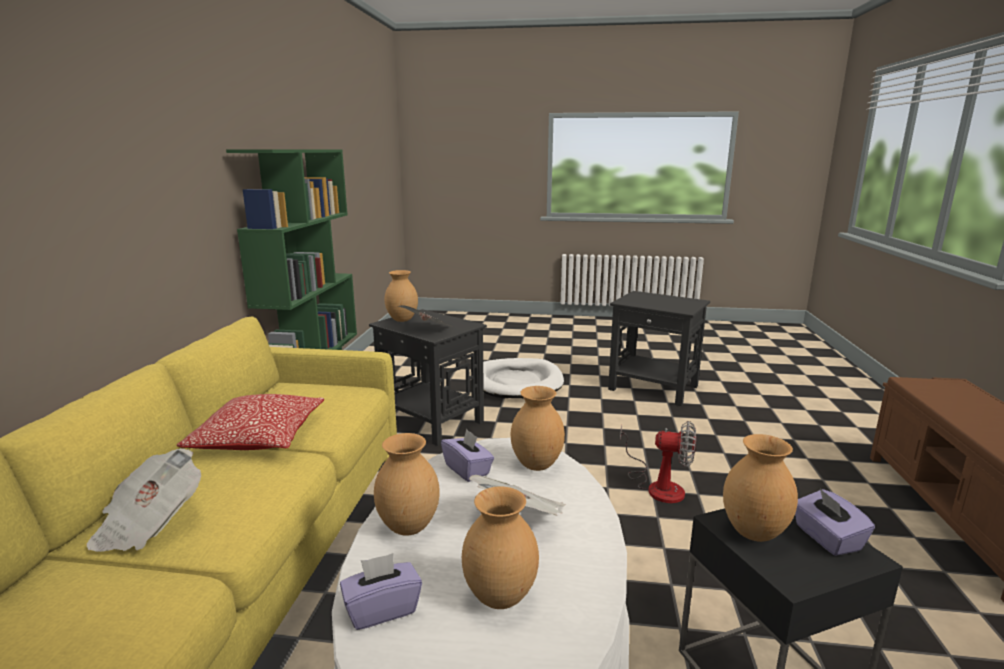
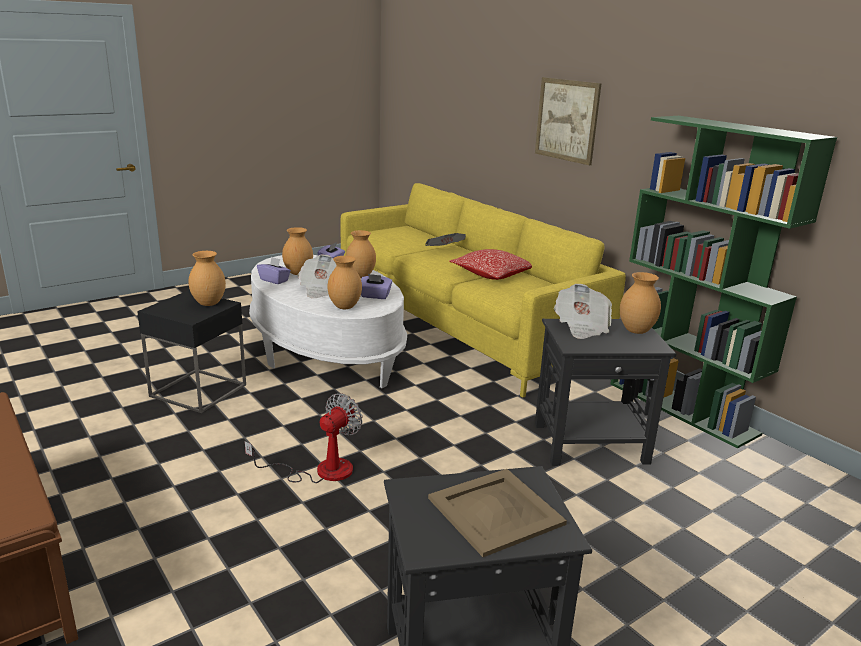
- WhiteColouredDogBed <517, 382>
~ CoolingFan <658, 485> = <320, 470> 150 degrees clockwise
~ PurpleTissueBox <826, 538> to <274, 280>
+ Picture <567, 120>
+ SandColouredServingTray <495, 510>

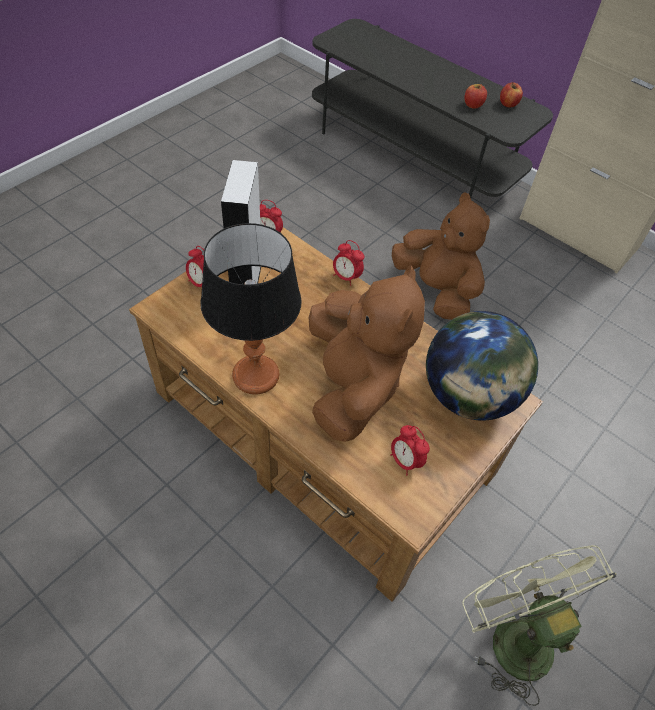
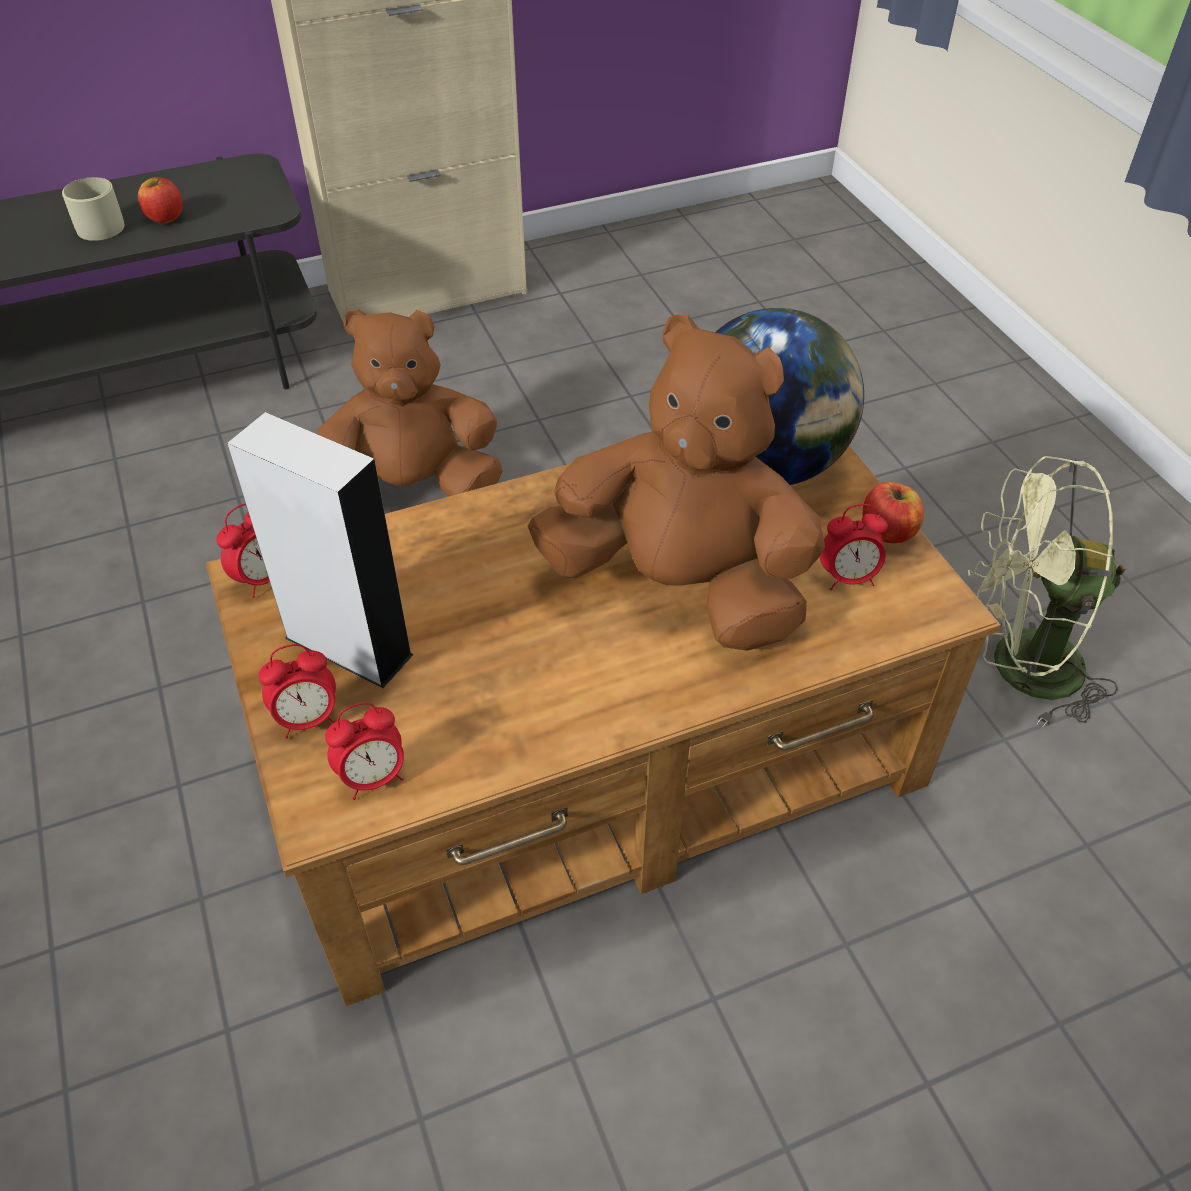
~ WholeApple <508, 104> to <888, 531>
- TableLamp <256, 375>
~ BedsideClock <346, 277> to <373, 778>
+ SandColouredMug <102, 224>

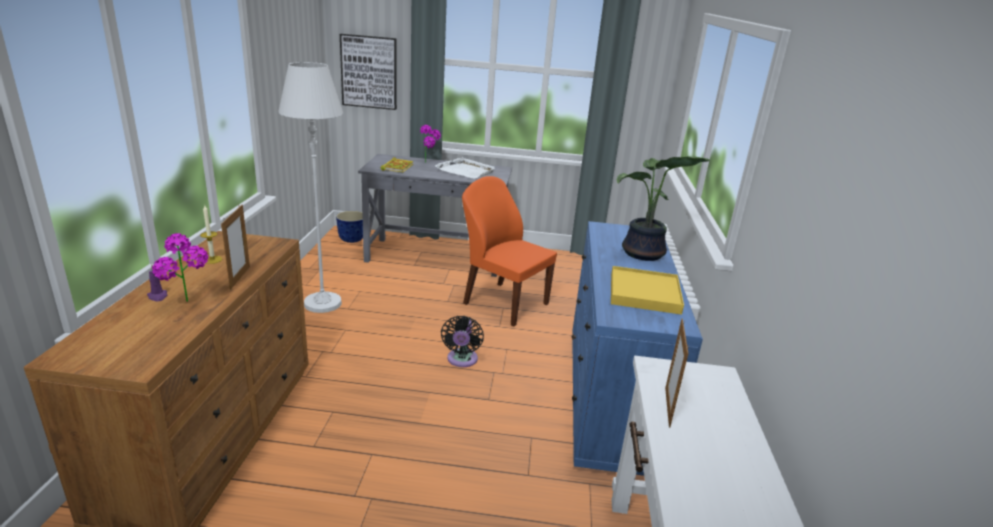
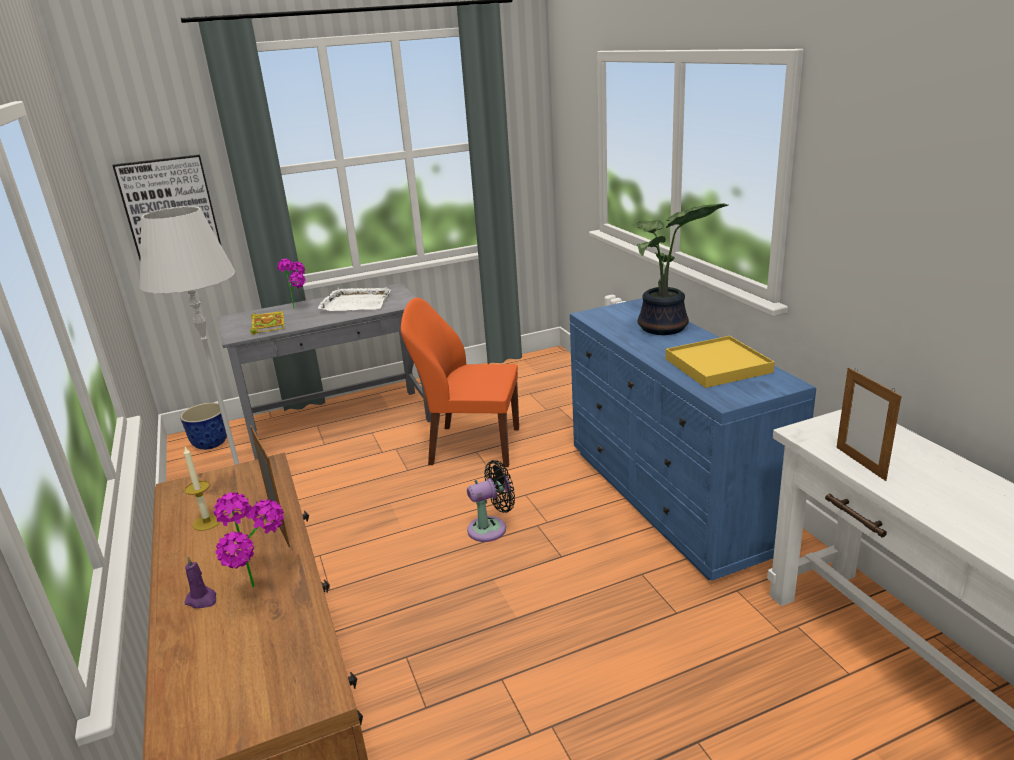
~ BlackColouredCoolingFan <461, 360> = <491, 528> 90 degrees counterclockwise

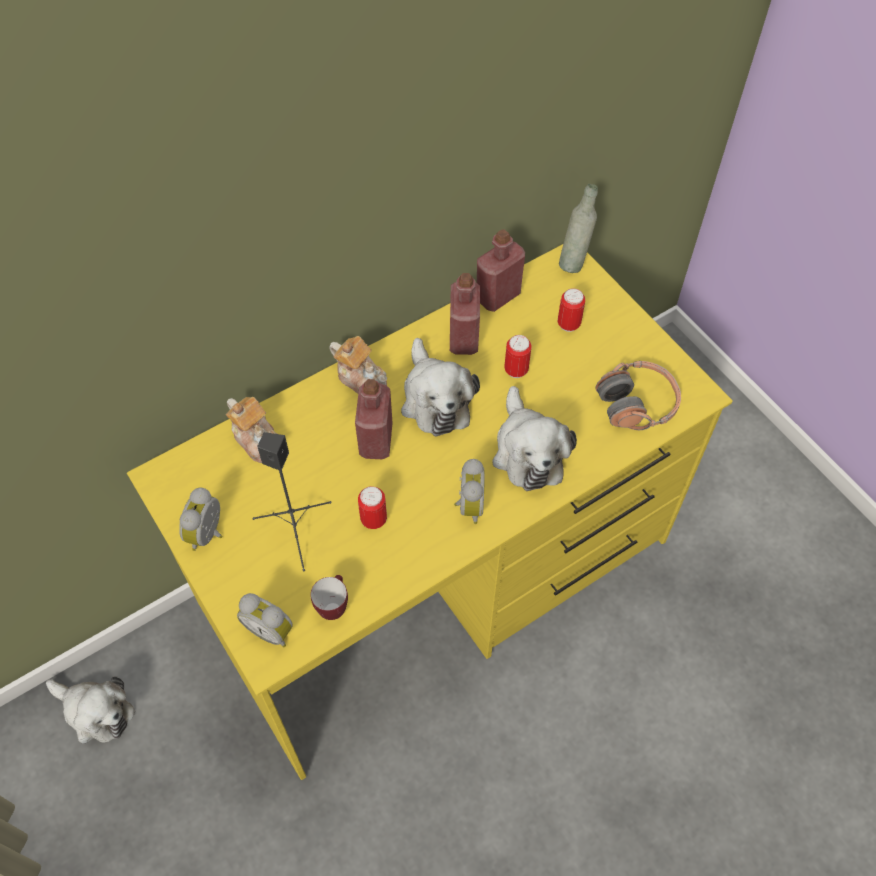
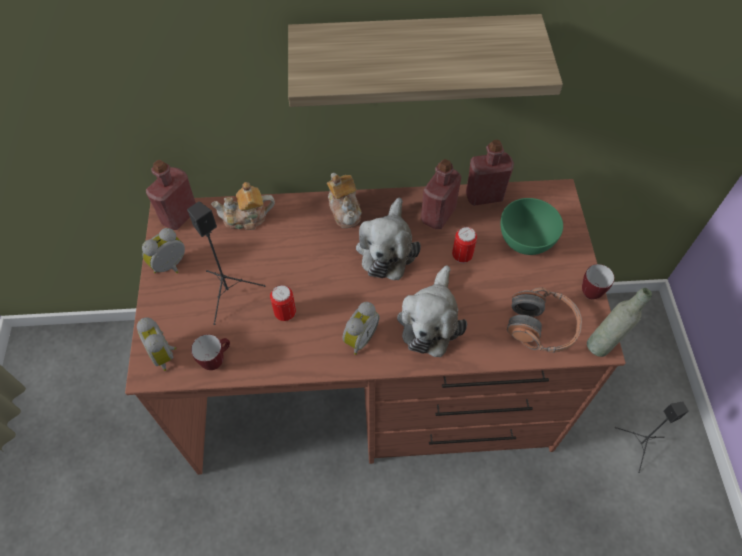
~ GreyishBeverageBottle <574, 261> to <604, 343>
~ YellowishDeskTable <438, 574> to BrownDeskTable <372, 385>
~ MetalCan <568, 324> to GreenDeepDish <526, 241>
~ ReddishBeverageBottle <376, 440> to <179, 215>
~ PotForTea <257, 439> = <246, 218> 90 degrees clockwise
- PlushToy <96, 712>
+ Shelf <413, 56>
+ Mug <593, 291>
+ BlackColouredAudioSpeaker <639, 446>

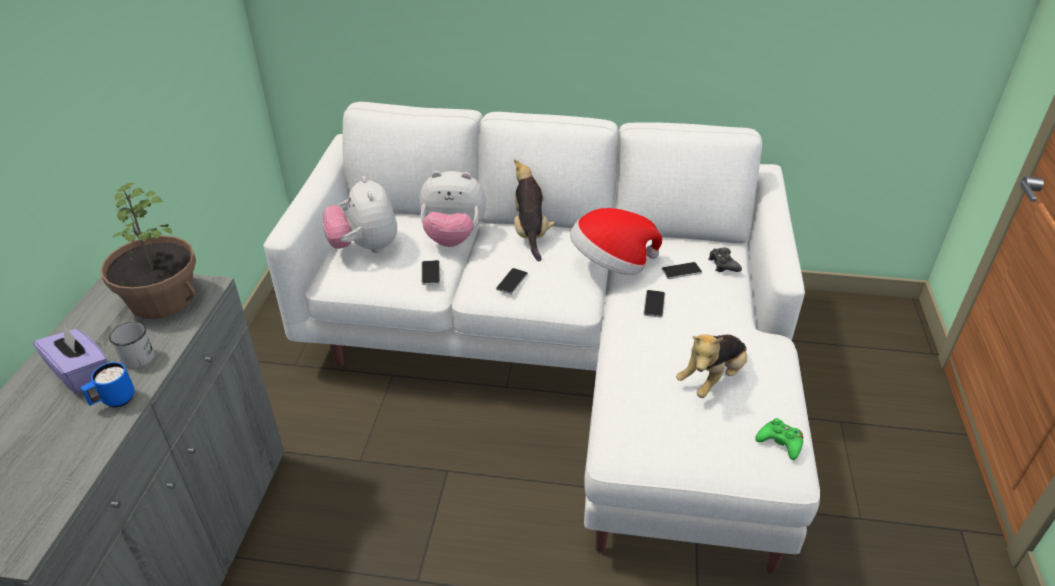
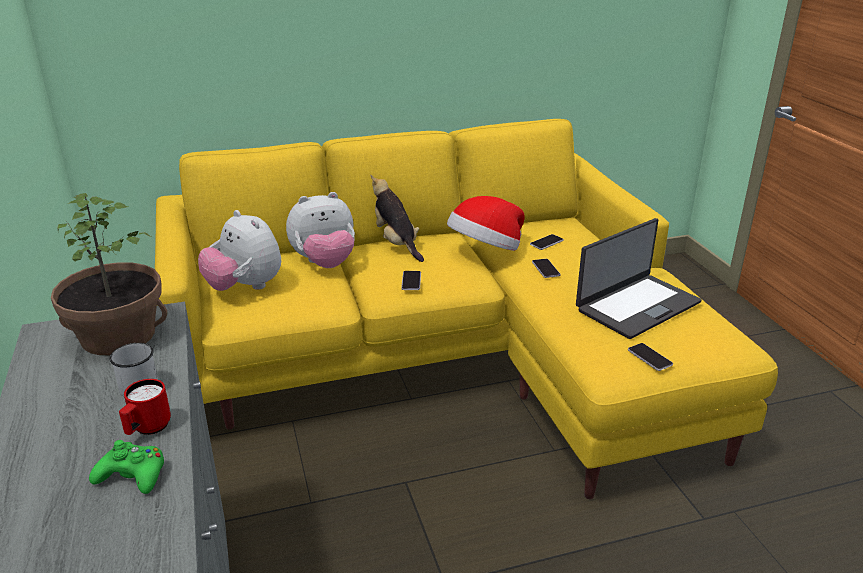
~ WhiteColouredCouch <565, 361> to YellowishCouch <449, 364>
- BlackColouredGamepad <723, 264>
~ Telephone <431, 273> to <649, 357>
- PurpleTissueBox <81, 373>
~ PlushToy <712, 378> to NotebookComputer <636, 305>
~ BlueColouredMug <114, 401> to ReddishMug <147, 429>
~ GreenGamepad <780, 442> to <132, 475>

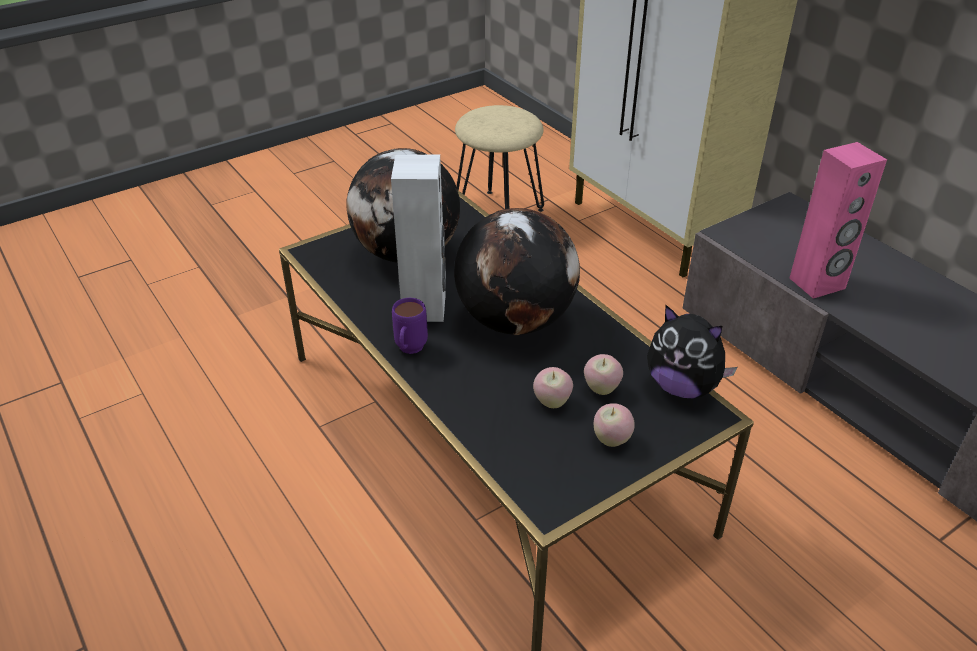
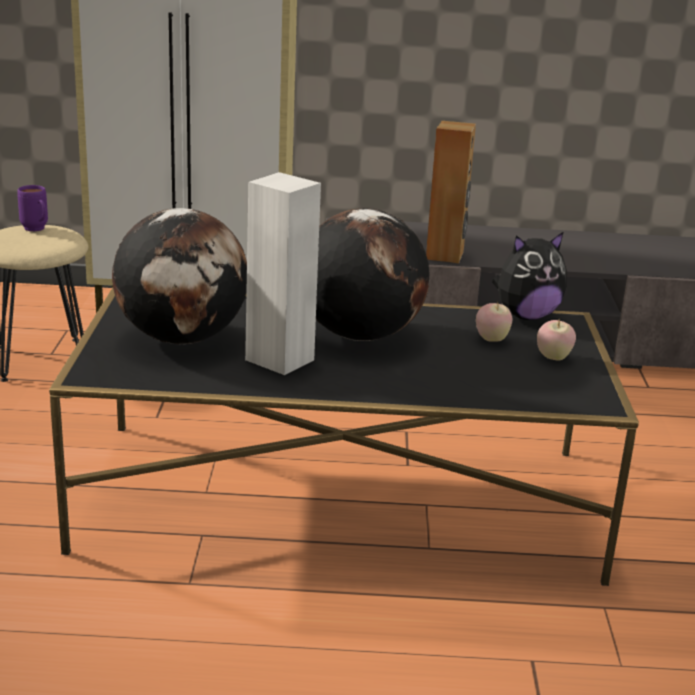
~ PinkColouredAudioSpeaker <817, 284> to BrownAudioSpeaker <445, 255>
~ PurpleMug <409, 351> to <37, 230>
- WholeApple <552, 402>

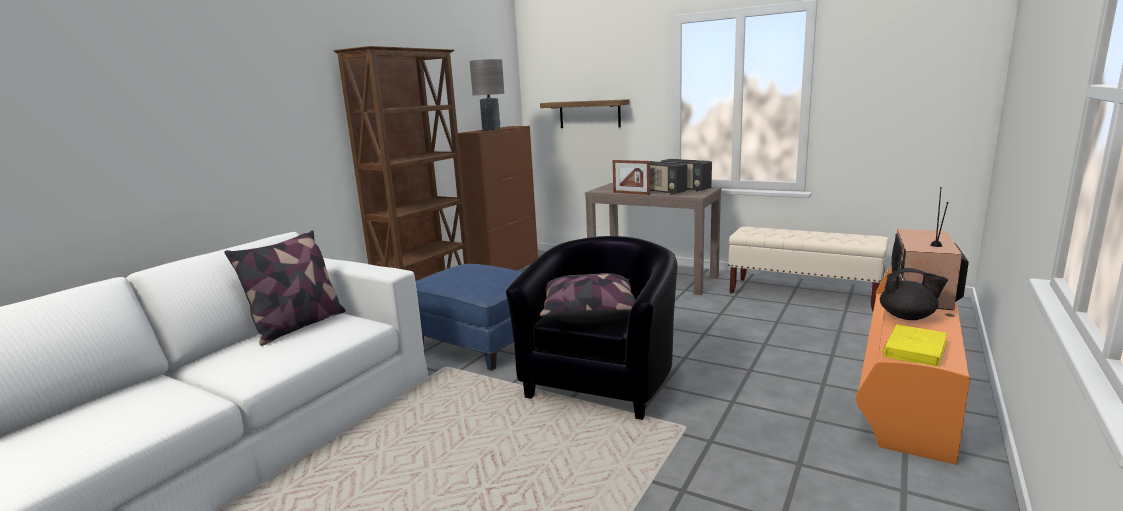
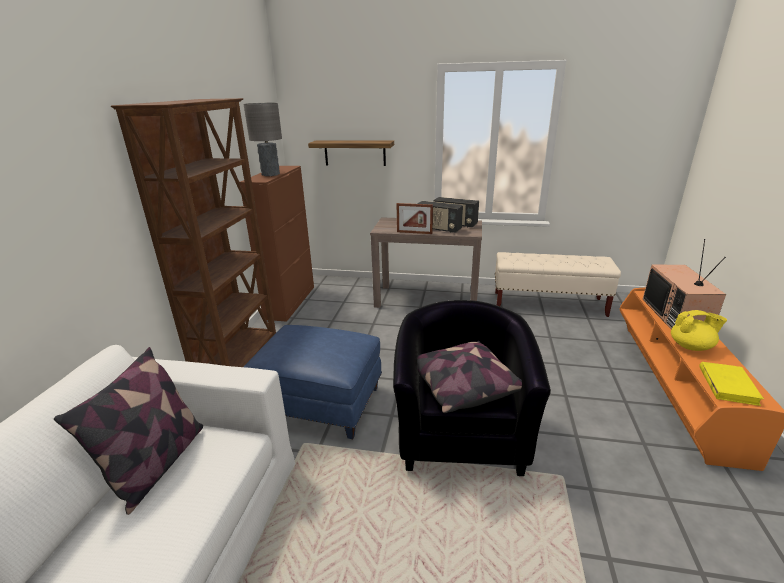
~ BlackColouredPotForTea <908, 317> to YellowishPotForTea <691, 346>

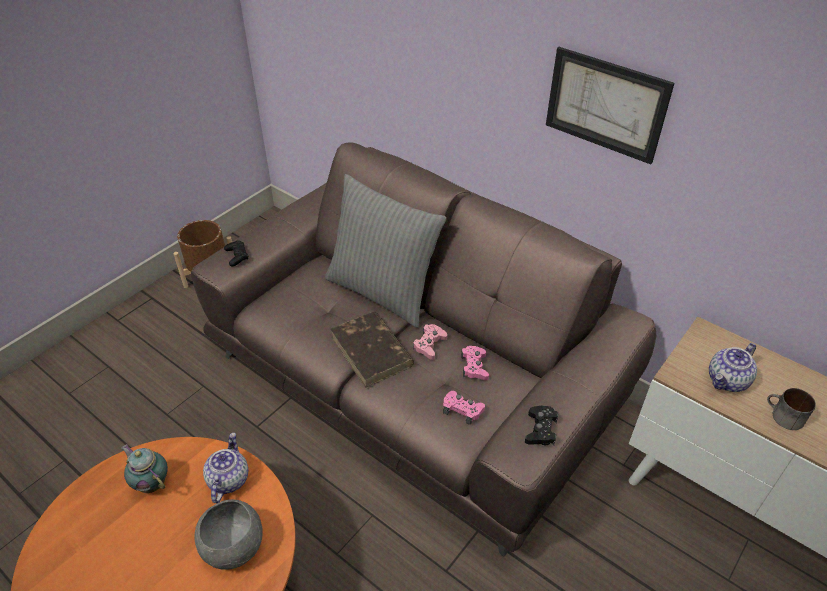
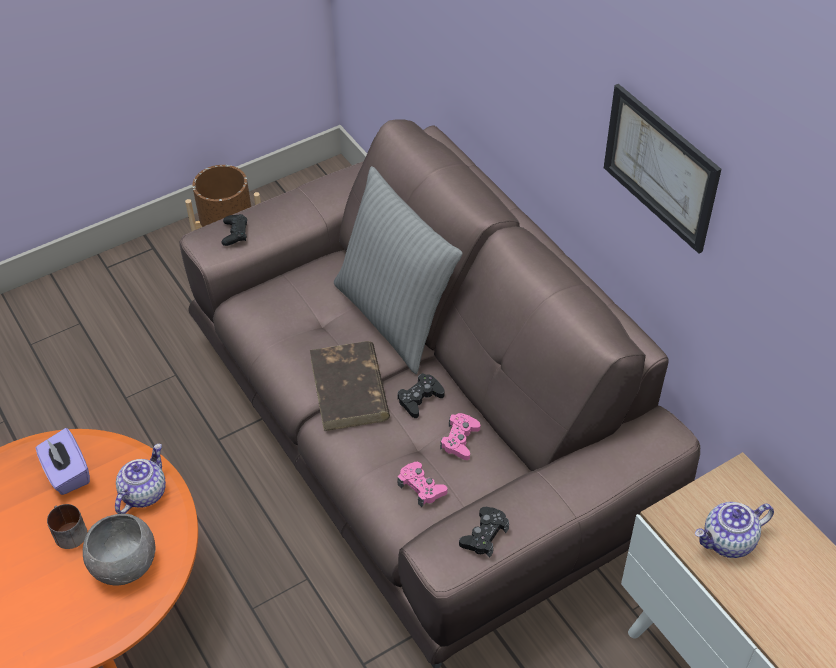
~ PinkColouredGamepad <429, 344> to BlackColouredGamepad <420, 399>
~ Mug <783, 417> to <67, 532>
~ PotForTea <151, 482> to PurpleTissueBox <67, 473>

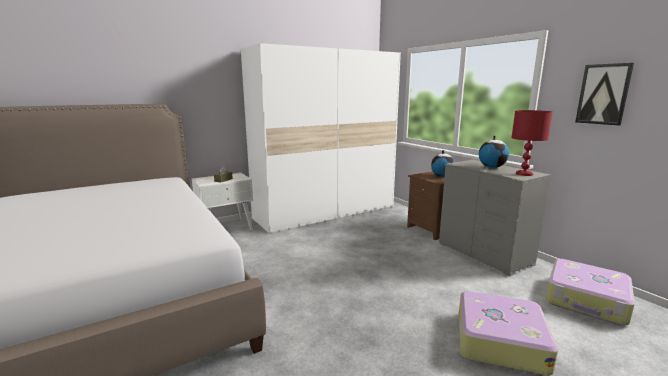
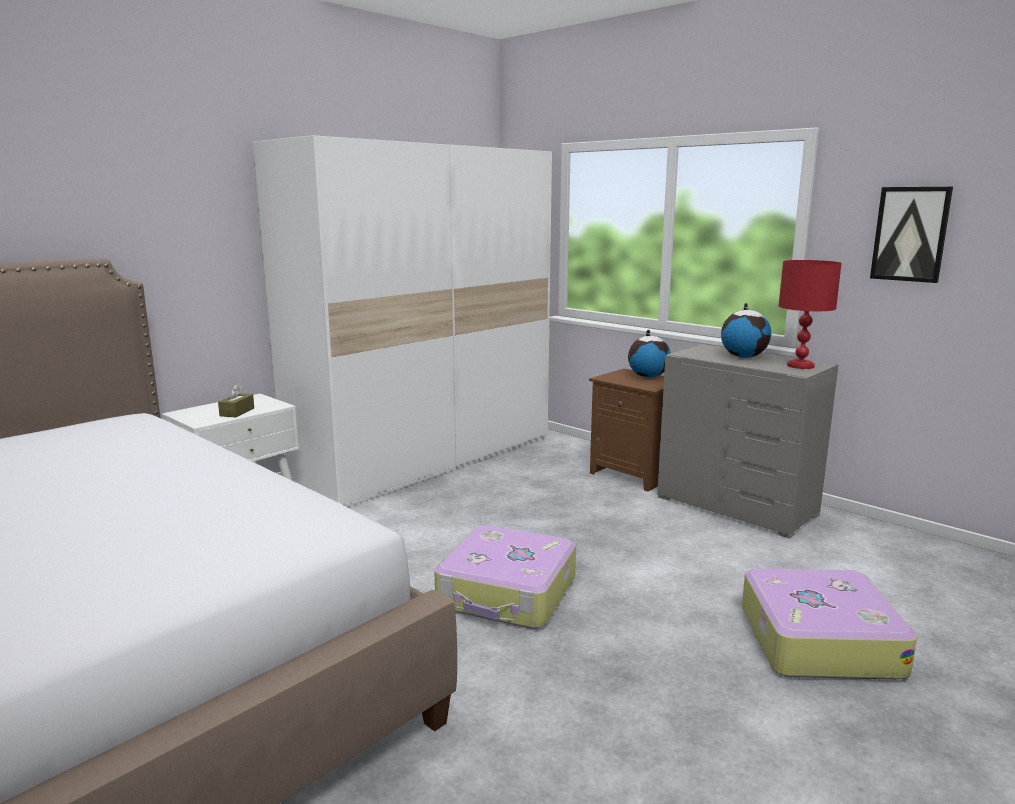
~ TravelCase <586, 300> to <507, 593>

